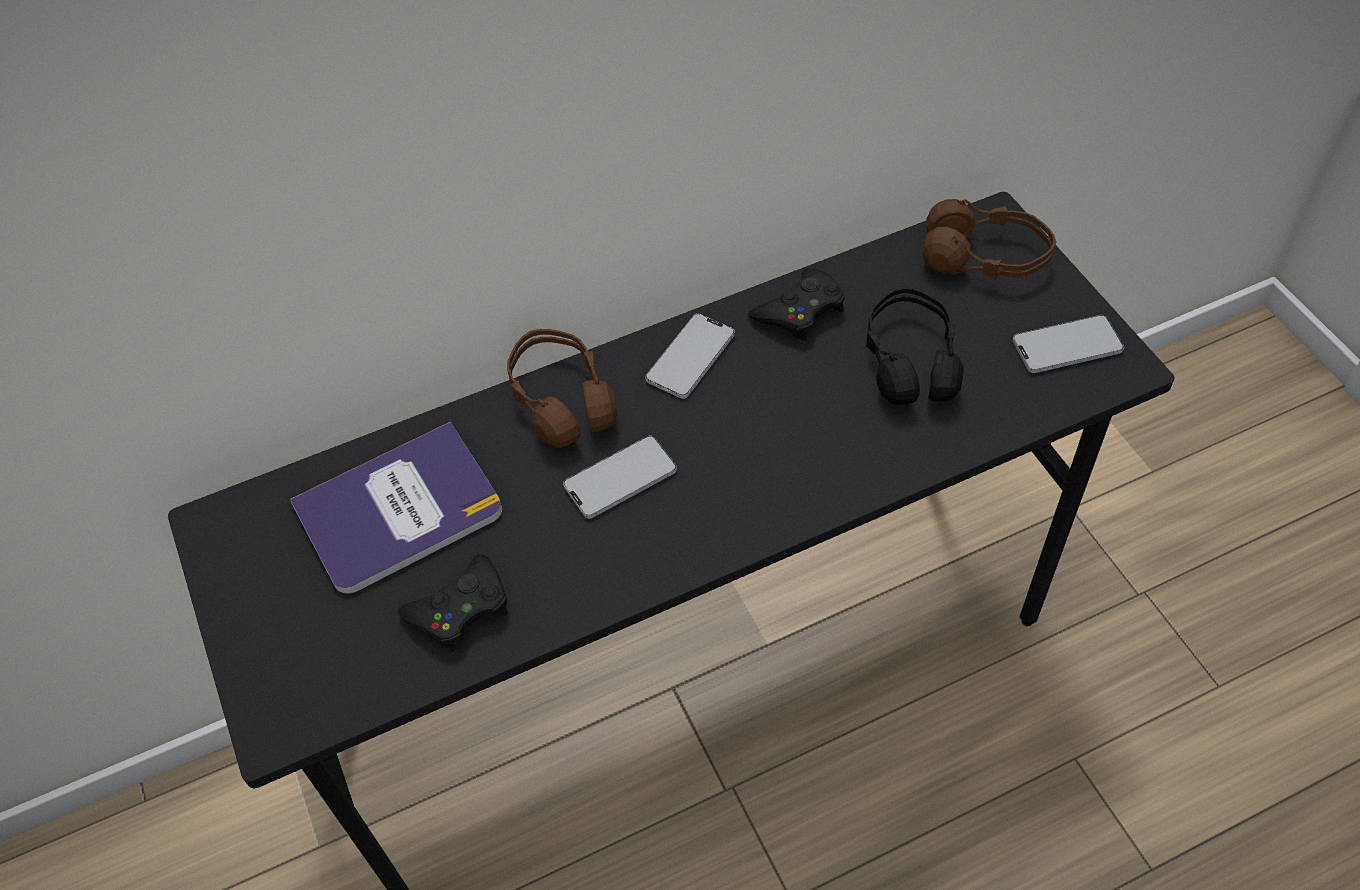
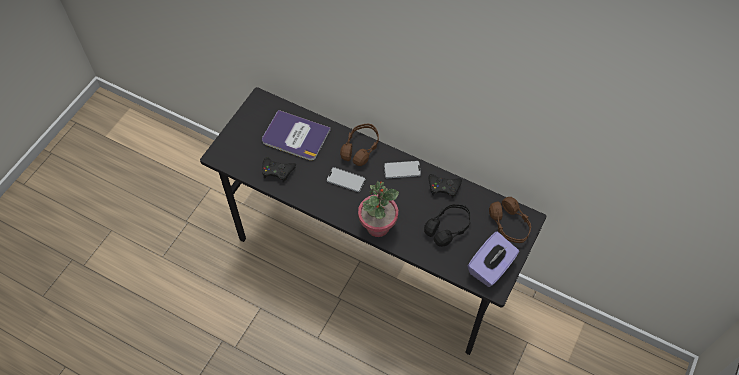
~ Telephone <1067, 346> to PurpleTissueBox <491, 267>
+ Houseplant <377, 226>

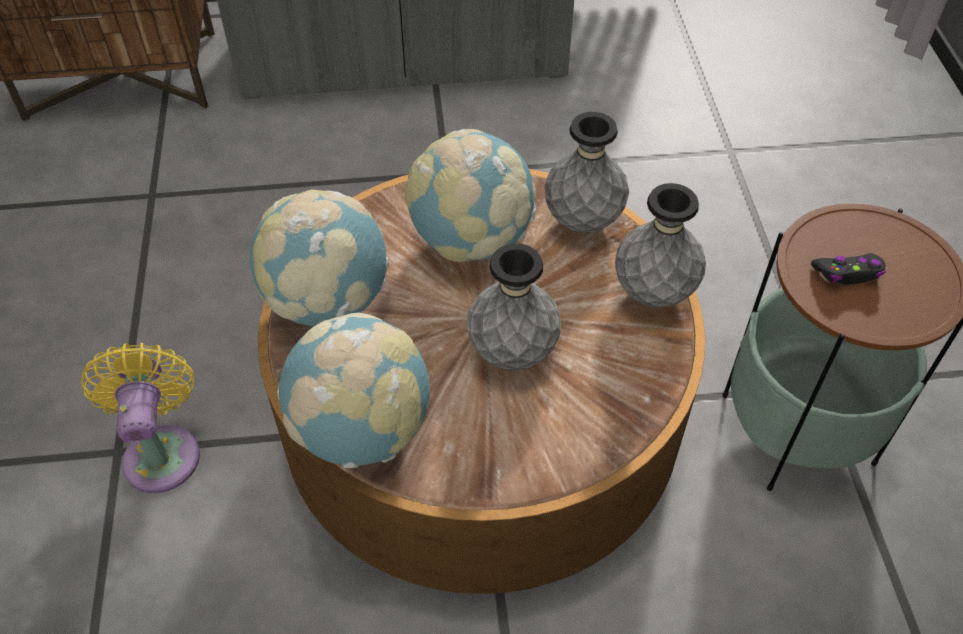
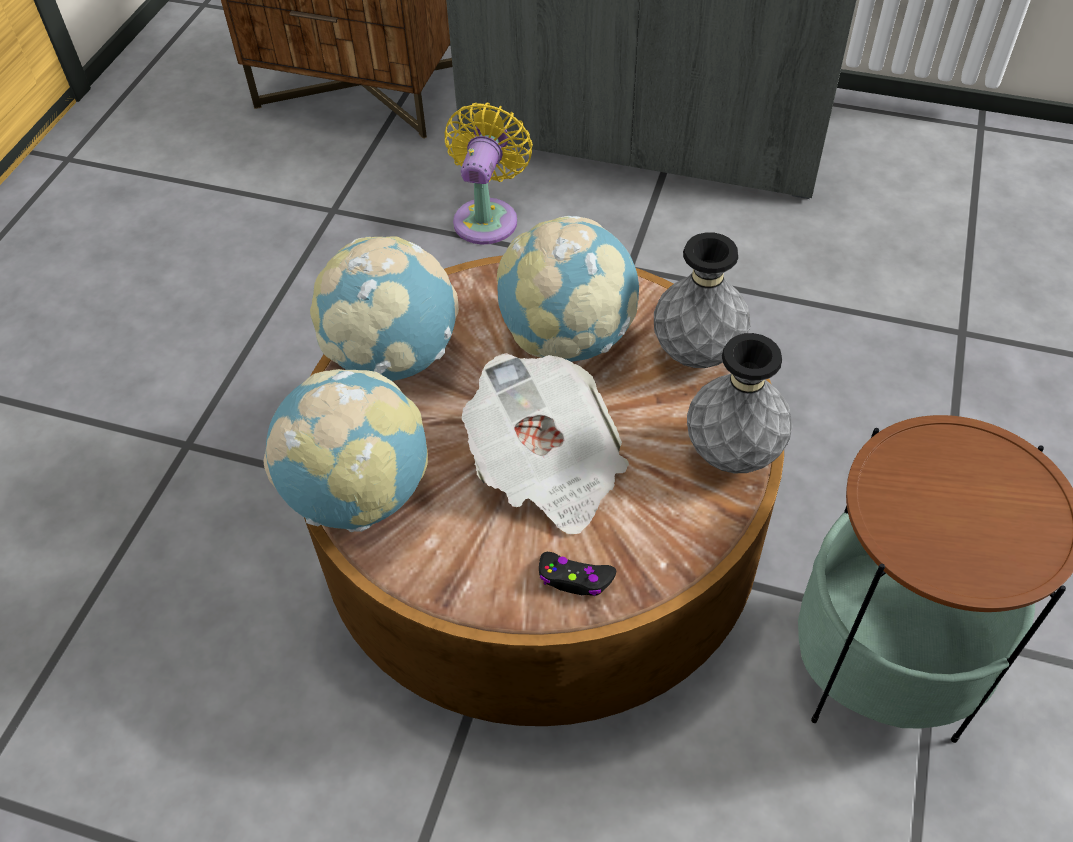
~ GreyishFlowerVase <513, 353> to Newspaper <547, 468>
~ BlackColouredGamepad <848, 273> to <575, 579>
~ YellowishCoolingFan <162, 451> to <487, 217>

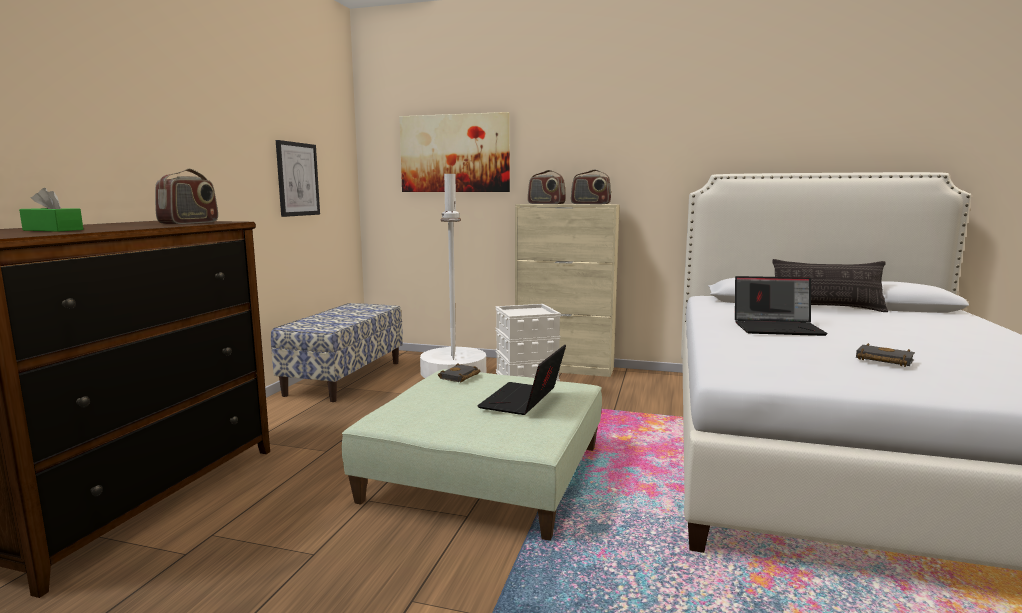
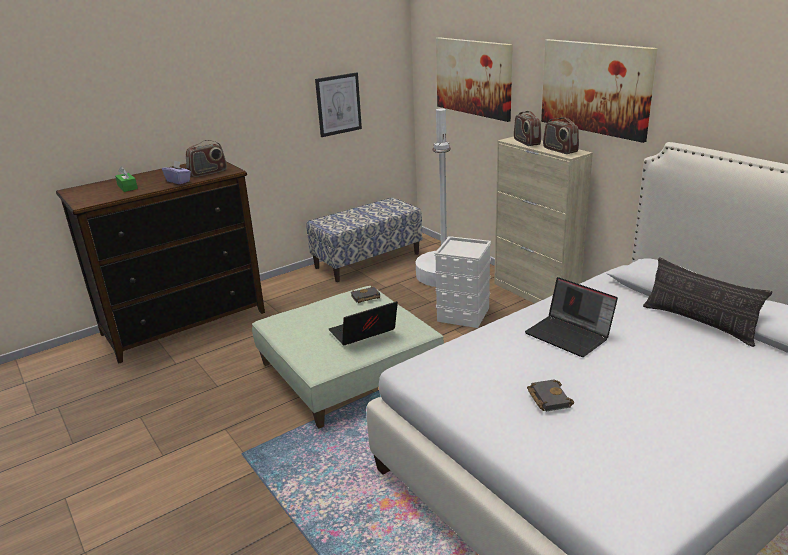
+ Picture <595, 88>
+ PurpleTissueBox <178, 181>

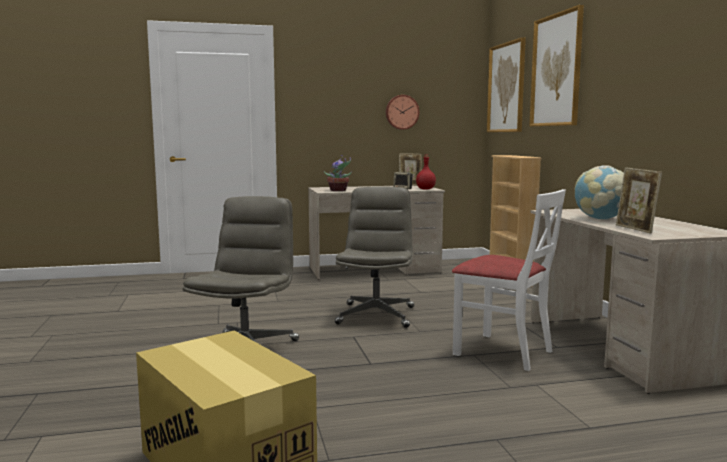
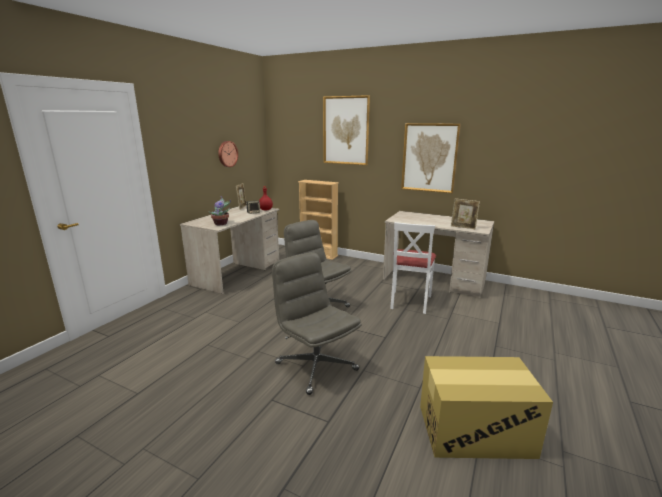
~ Picture <506, 88> to <429, 158>
- WorldGlobe <600, 219>
~ WhiteColouredChair <503, 352> = <409, 301> 120 degrees clockwise

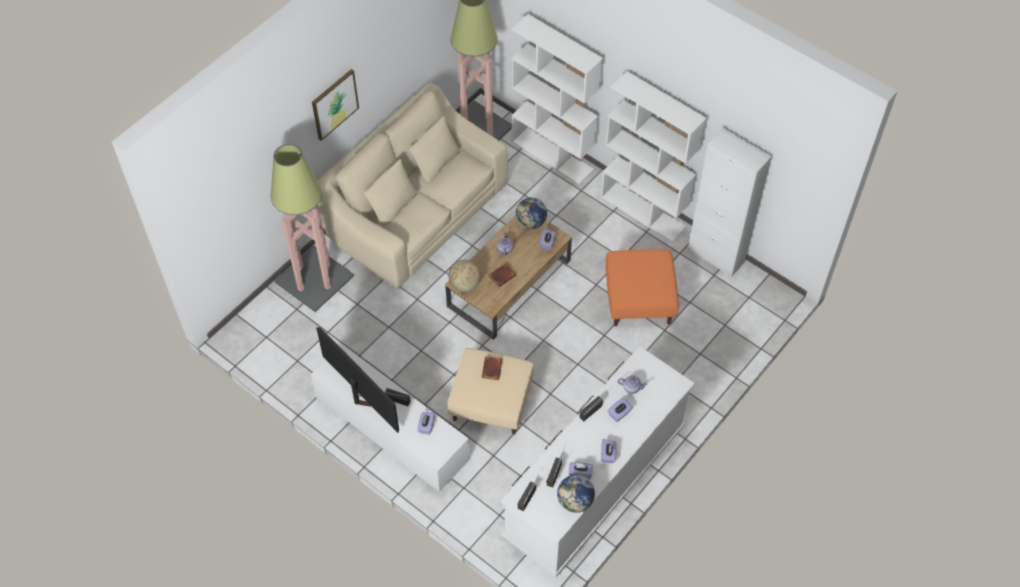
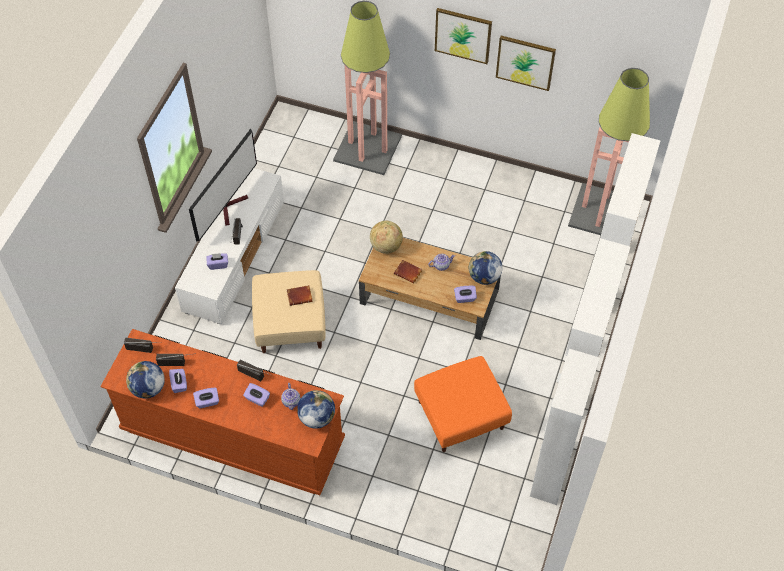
- SandColouredCouch <417, 213>
~ WhiteColouredDresser <594, 482> to BrownDresser <233, 435>
+ Picture <525, 62>
+ WorldGlobe <316, 417>

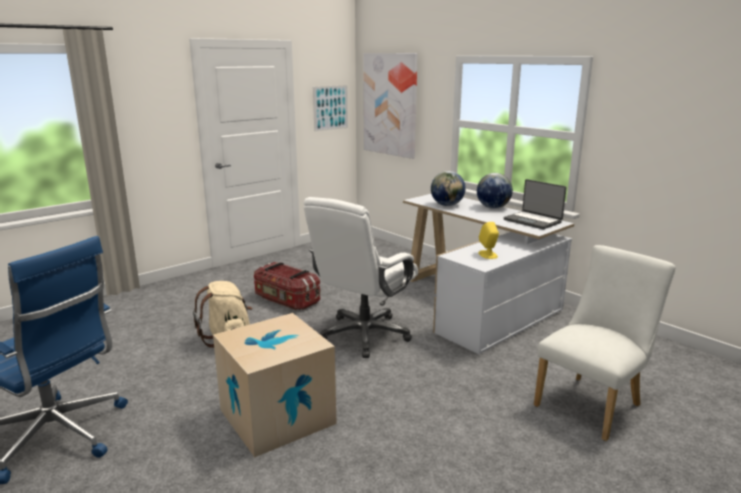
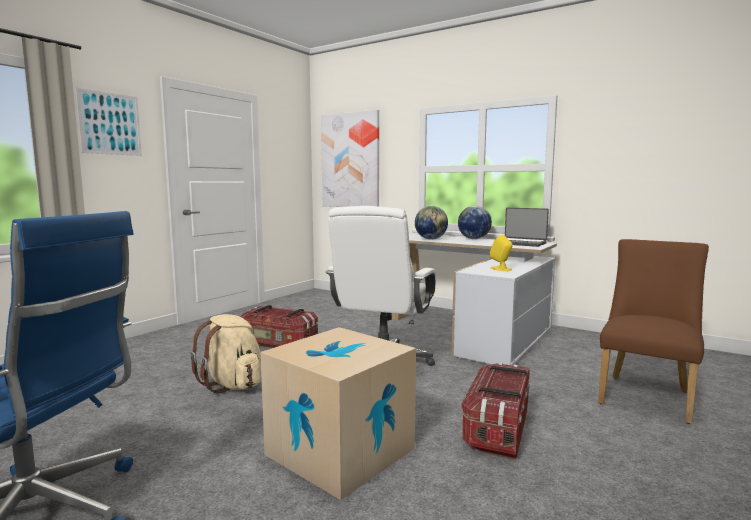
~ Picture <330, 107> to <110, 123>
~ WhiteColouredChair <592, 403> to BrownChair <646, 395>
+ StorageContainer <497, 429>

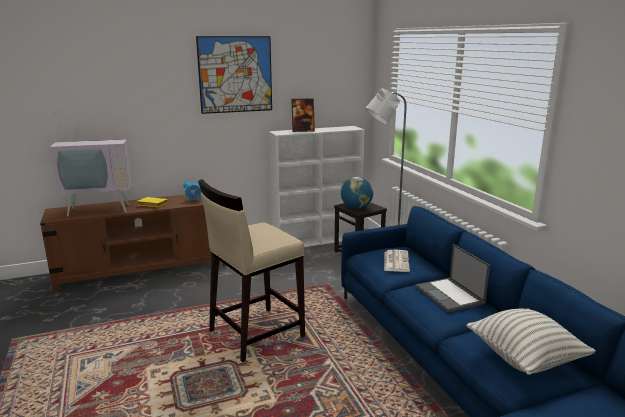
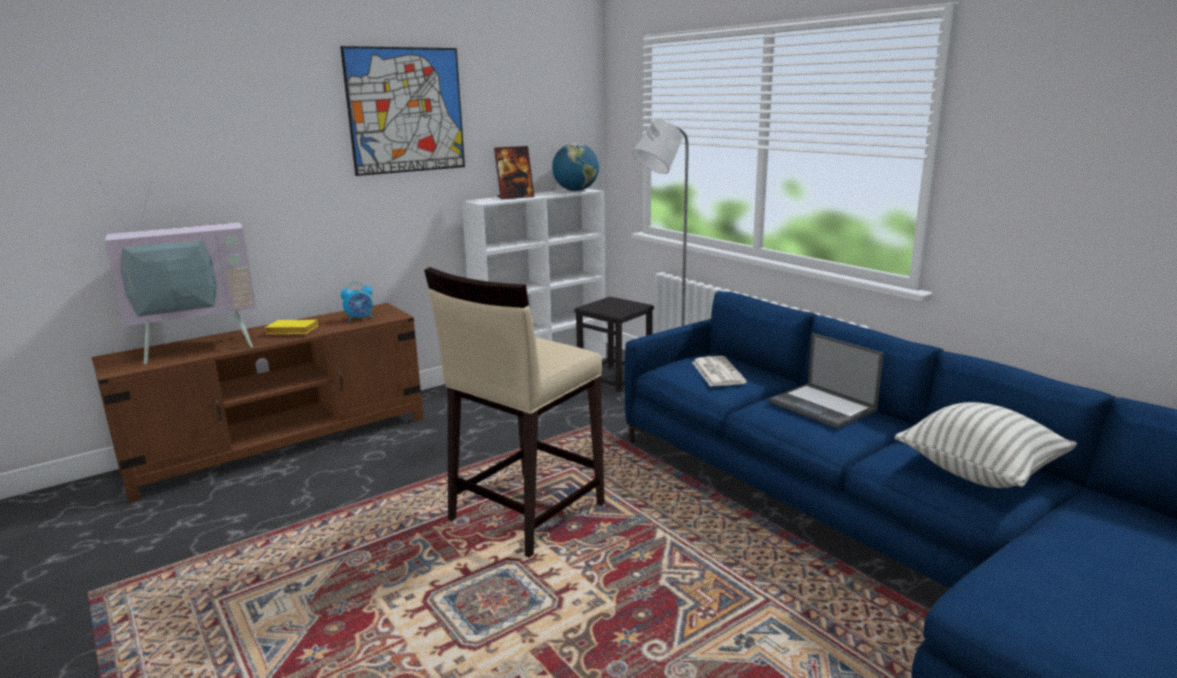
~ WorldGlobe <356, 208> to <576, 191>

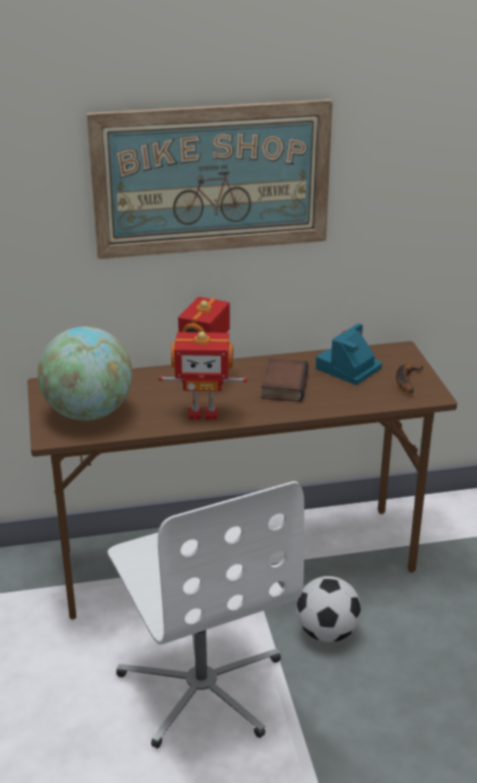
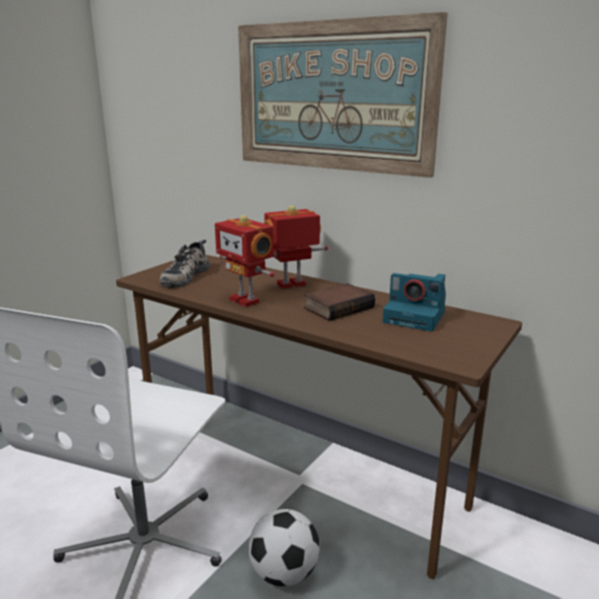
~ PhotoCamera <348, 369> = <416, 317> 150 degrees counterclockwise
~ WorldGlobe <88, 413> to LowShoe <184, 275>
- BananaFruit <405, 381>

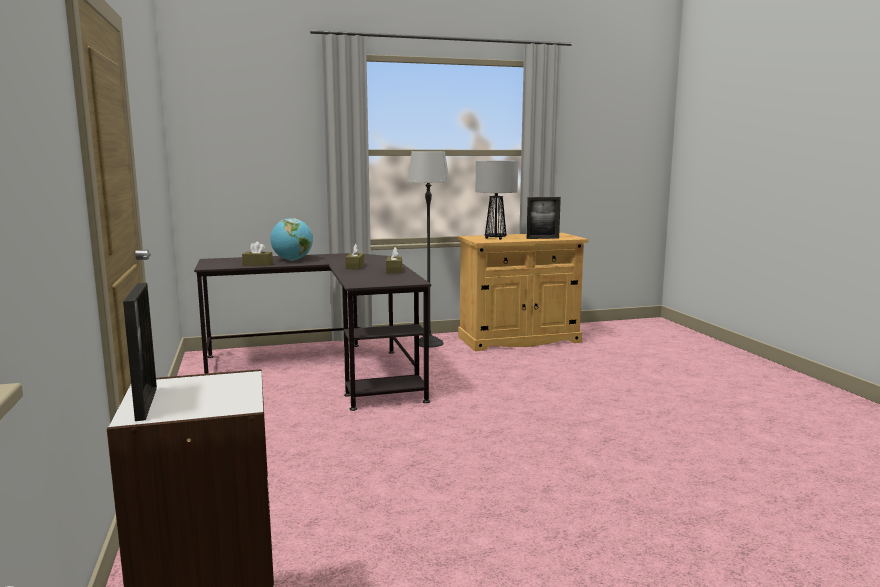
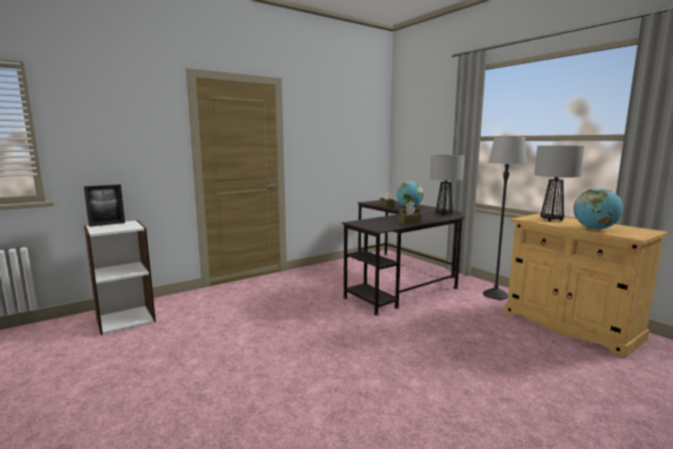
~ PhotoFrame <542, 238> to WorldGlobe <595, 229>
+ TableLamp <444, 214>

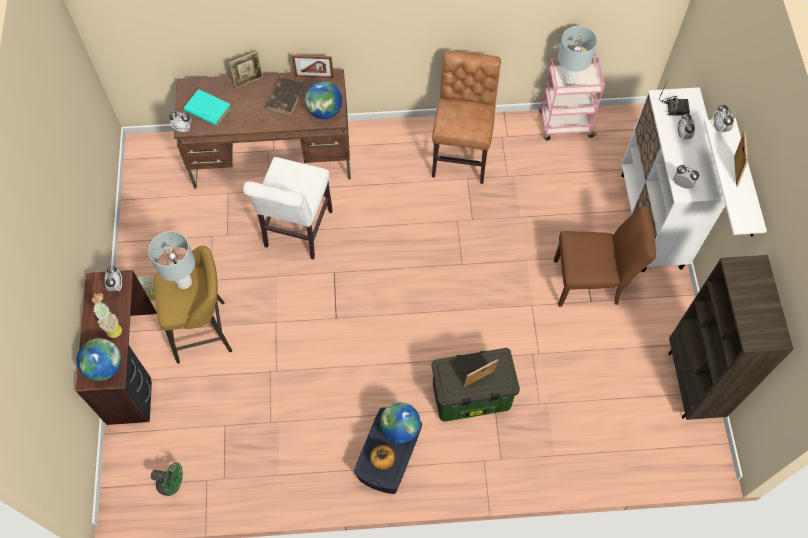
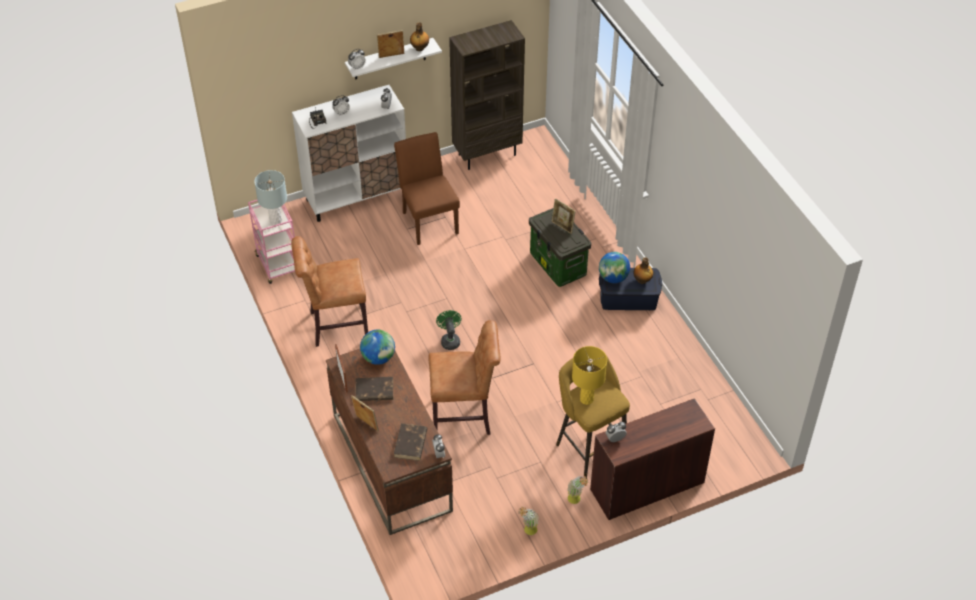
~ TurquoiseColouredBook <207, 109> to BrownBook <410, 444>
~ WhiteColouredChair <296, 232> to BrownChair <465, 416>
~ GreyishTableLamp <184, 282> to YellowishTableLamp <586, 399>
~ Houseplant <113, 327> to <528, 531>
- WorldGlobe <105, 367>
~ GreenCoolingFan <173, 484> to <450, 340>
+ BeverageBottle <419, 48>

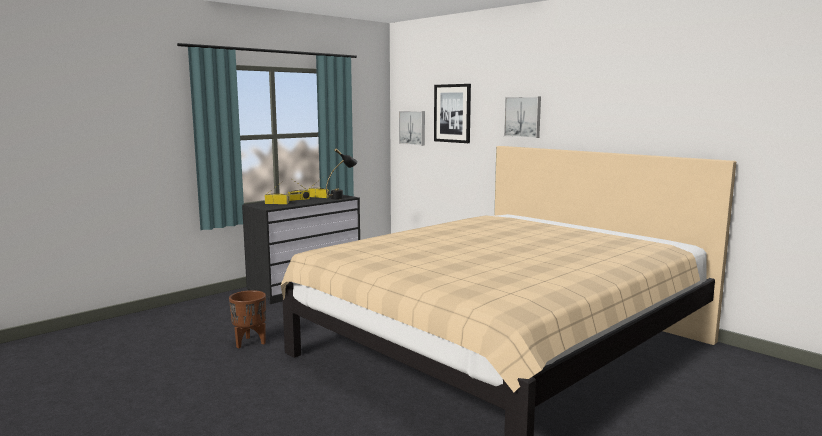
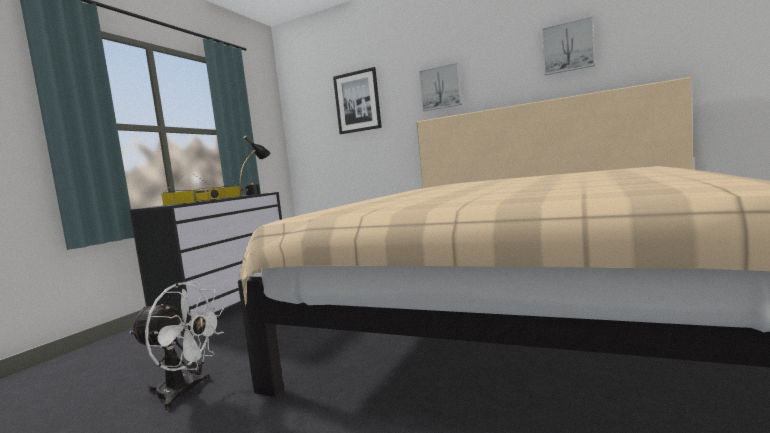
~ Picture <413, 127> to <568, 47>
~ BrownPlantPot <250, 342> to WhiteColouredCoolingFan <185, 393>

